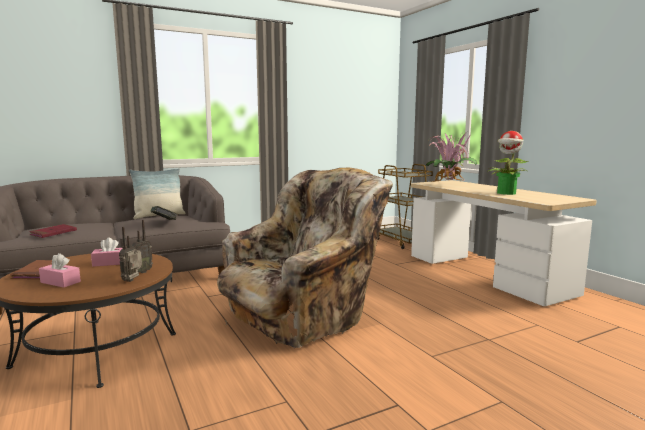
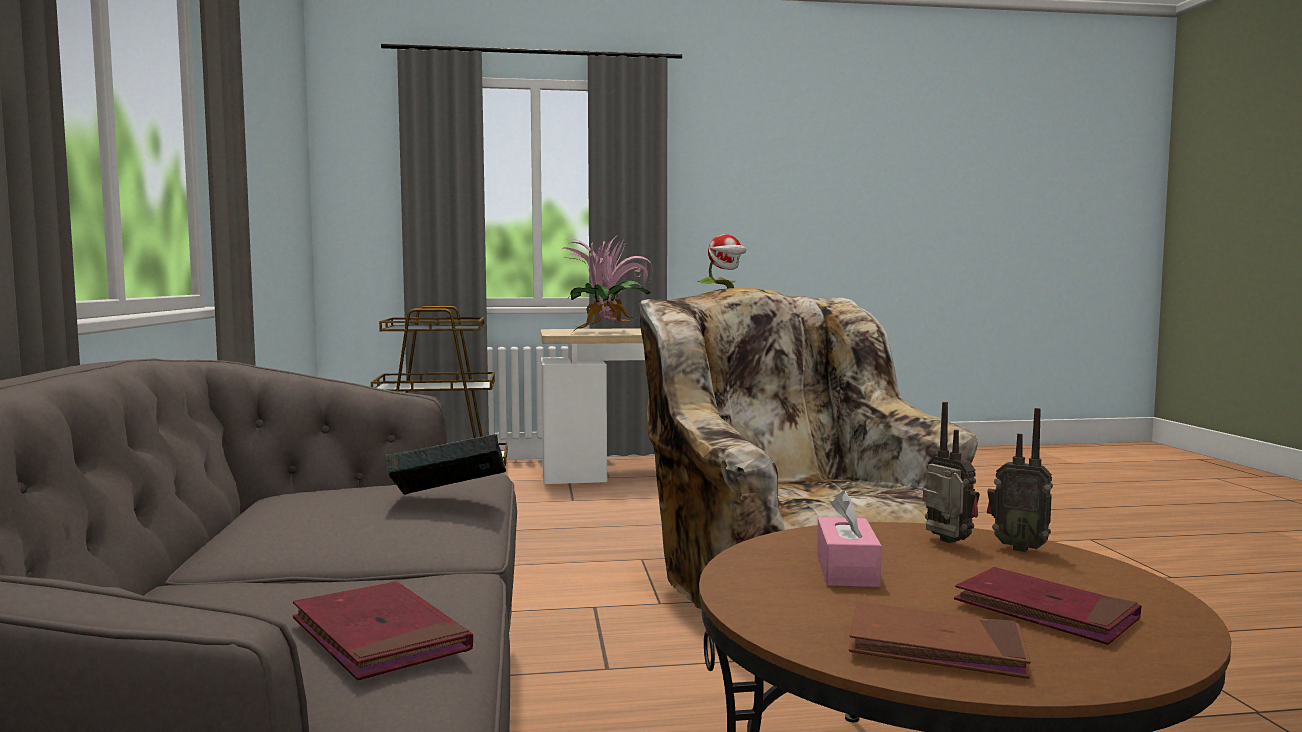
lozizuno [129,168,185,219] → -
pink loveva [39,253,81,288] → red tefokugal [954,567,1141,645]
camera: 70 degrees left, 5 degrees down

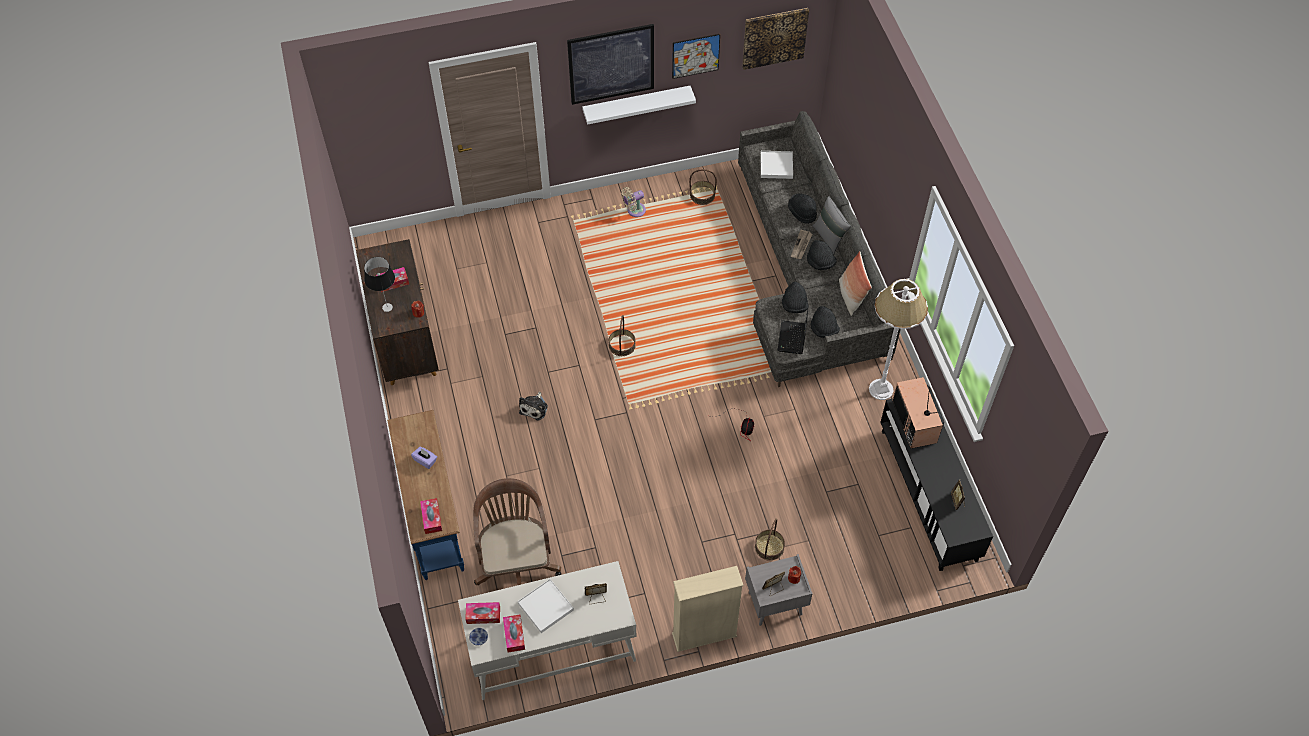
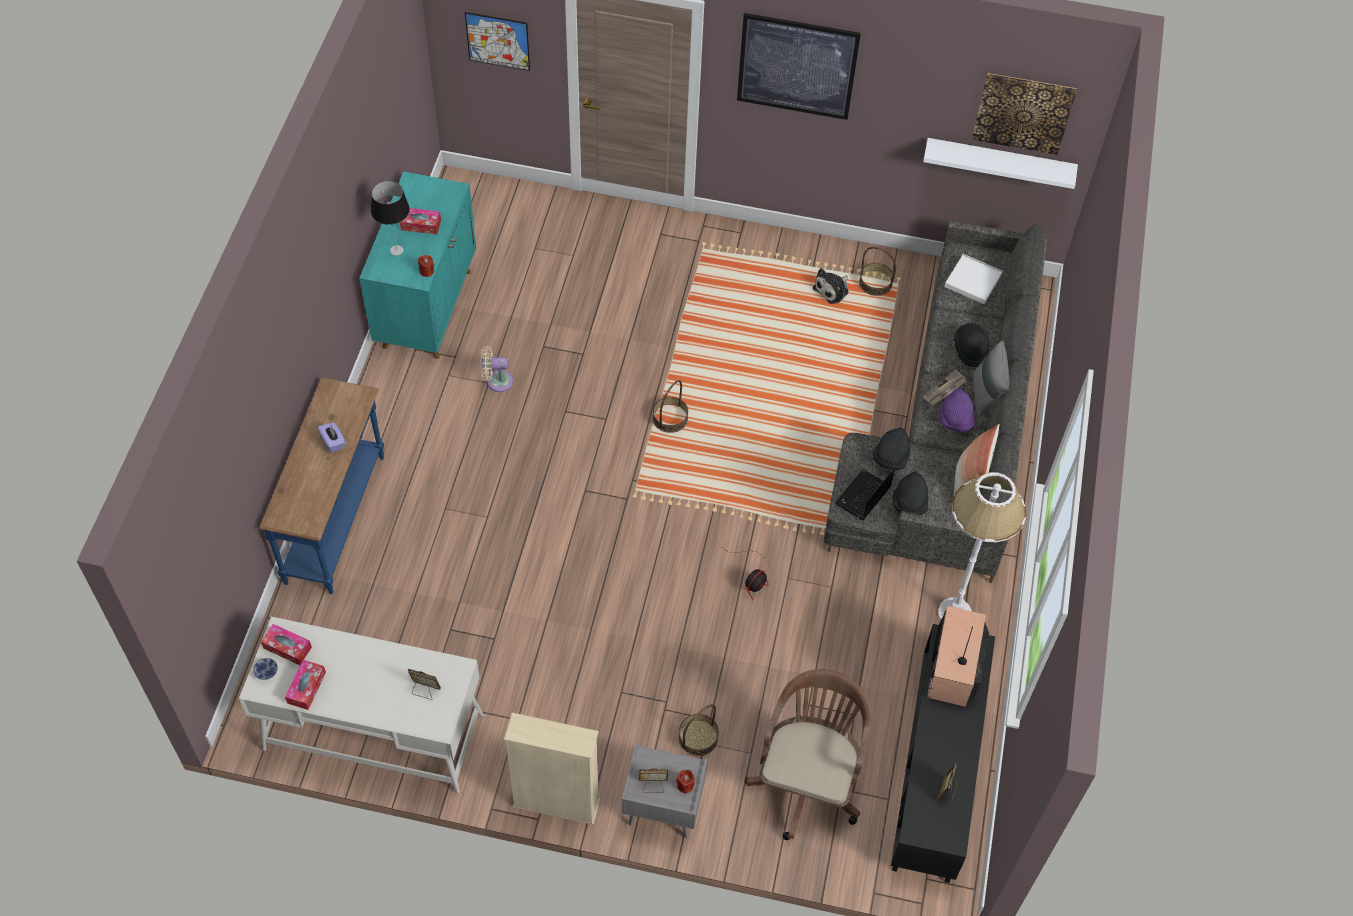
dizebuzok [672,34,720,79] → dizebuzok [465,12,530,71], shifted
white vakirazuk [582,86,696,125] → white vakirazuk [923,138,1078,189], shifted
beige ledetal [621,187,646,217] → beige ledetal [481,346,513,392], shifted
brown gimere [356,239,439,385] → turquoise gimere [359,172,476,359]
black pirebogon [807,240,837,270] → purple pirebogon [939,388,976,432]
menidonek [519,392,548,420] → menidonek [813,268,849,304], shifted
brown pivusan [473,478,561,585] → brown pivusan [745,669,871,840], shifted
loveva [420,498,442,534] → -
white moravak [517,579,574,633] → -
camera: 25 degrees right, 0 degrees up

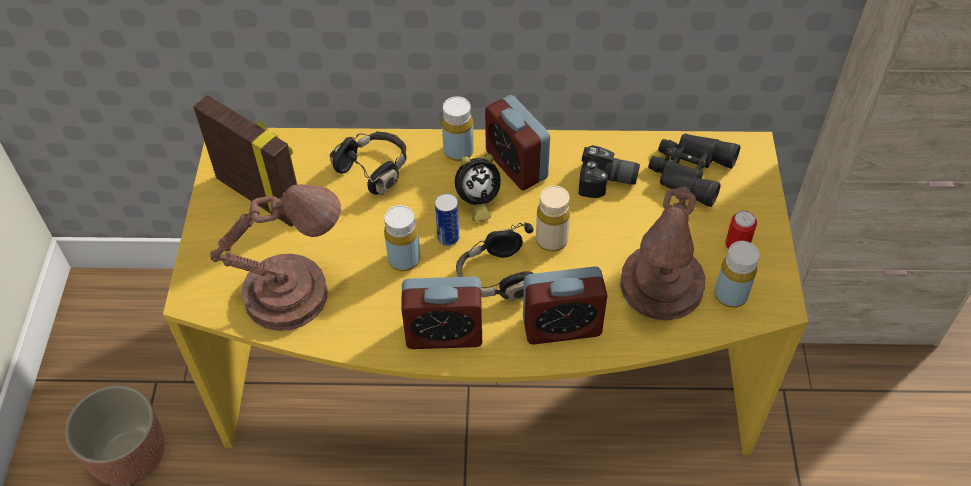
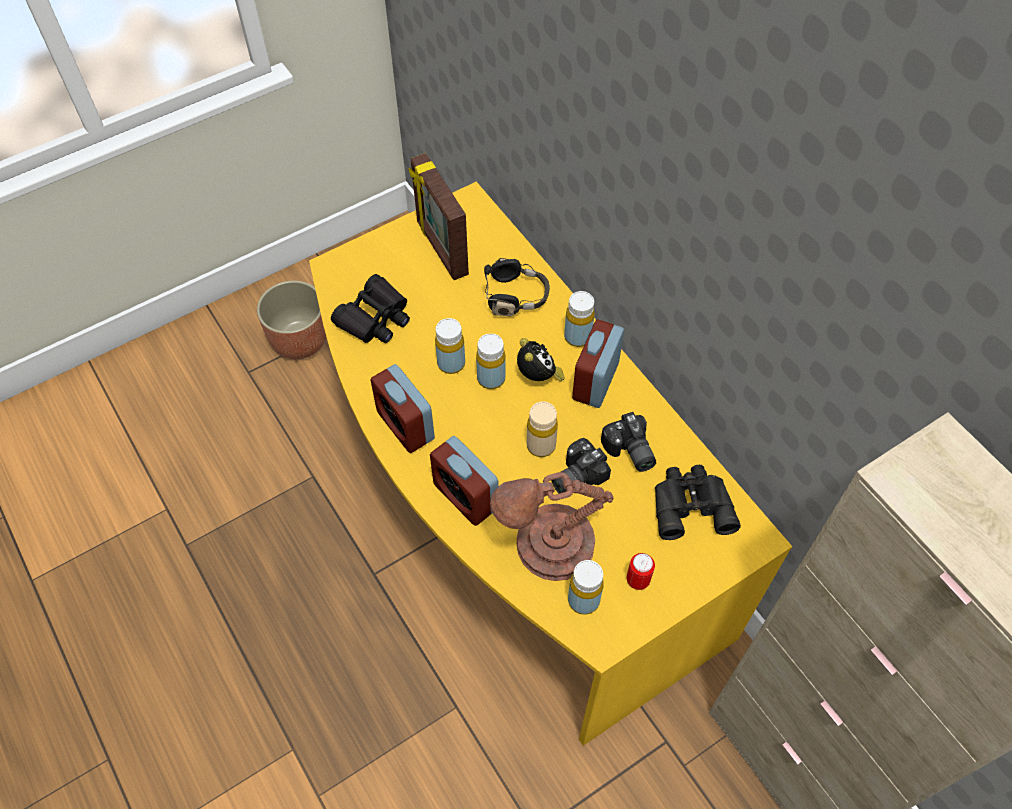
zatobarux [193,95,297,227] → zatobarux [409,153,469,280], 150 degrees clockwise
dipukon [455,154,501,222] → dipukon [517,338,565,382], 135 degrees counterclockwise
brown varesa [210,184,341,331] → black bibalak [331,274,410,343]
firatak [435,194,459,246] → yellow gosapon [476,333,505,389]
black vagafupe [456,222,534,301] → -
- → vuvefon [551,438,611,494]
camera: 55 degrees right, 5 degrees up

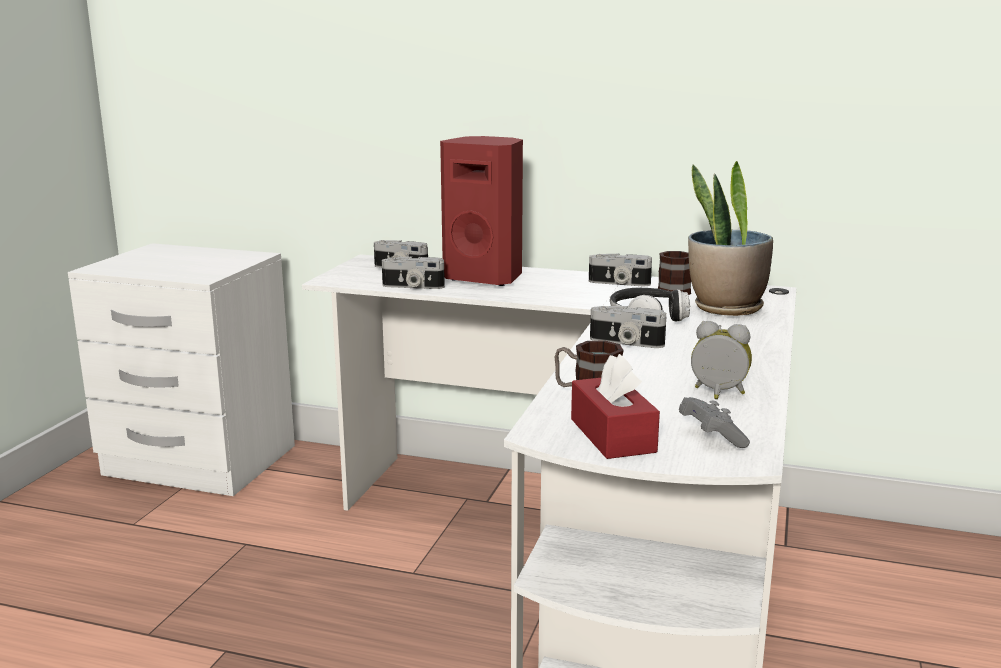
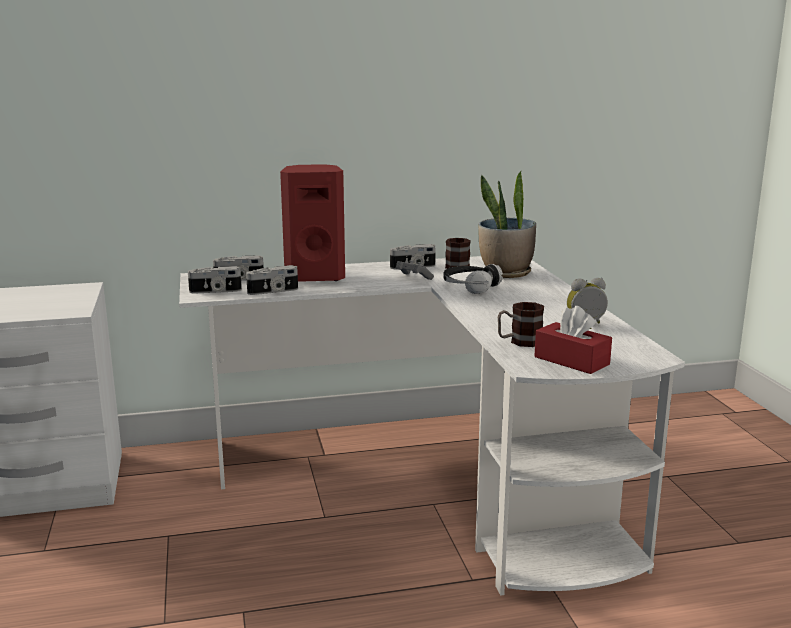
vuvefon [590,306,666,348] → vuvefon [188,266,242,294], shifted
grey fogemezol [679,397,750,448] → grey fogemezol [396,260,434,280], shifted
camera: 30 degrees left, 0 degrees up

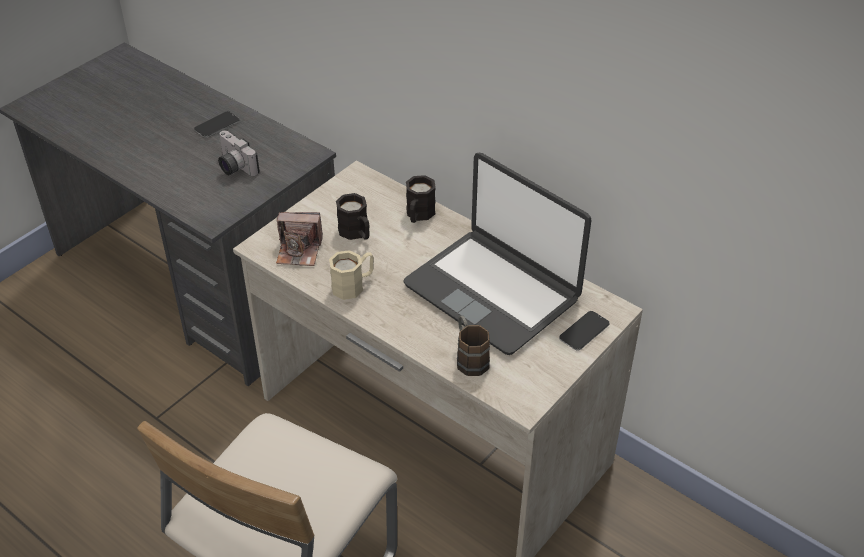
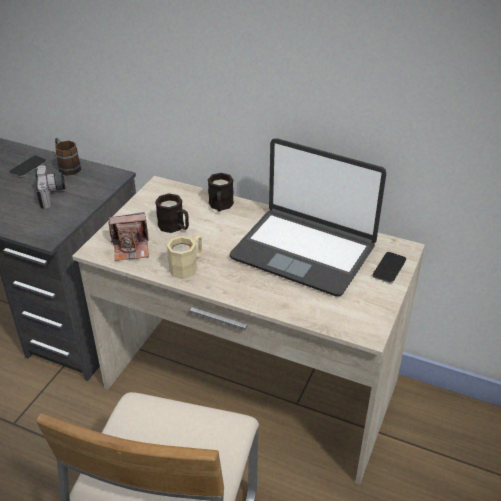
vuvefon [218,131,260,176] → vuvefon [35,165,65,208], 135 degrees counterclockwise
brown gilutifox [457,315,490,376] → brown gilutifox [55,138,81,176], shifted
camera: 15 degrees left, 5 degrees down

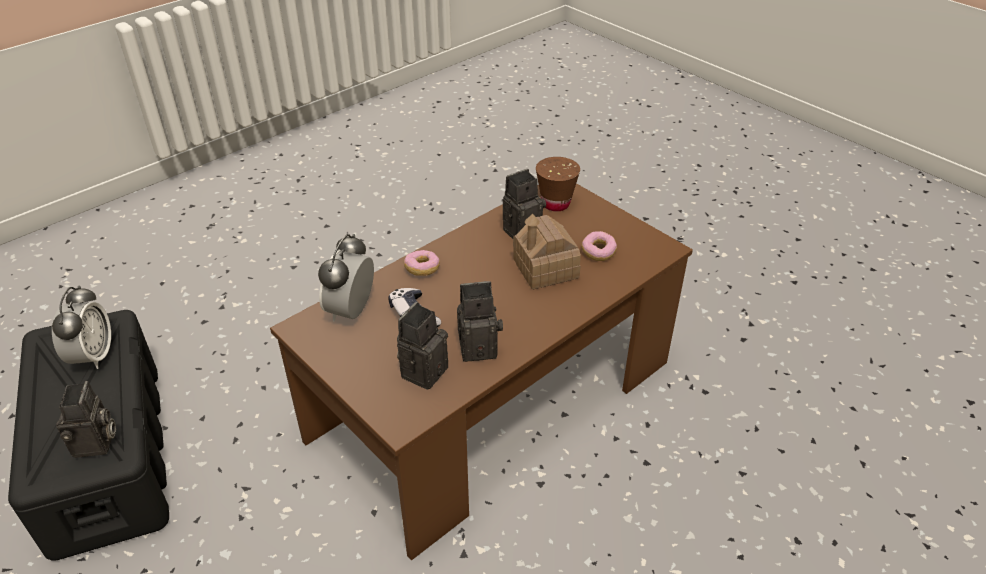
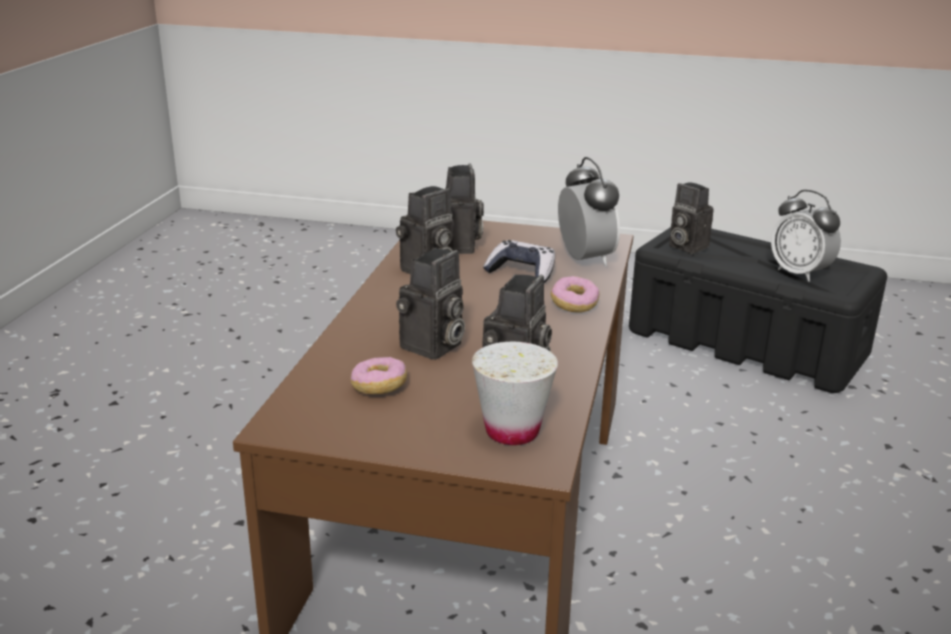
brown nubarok [536,157,580,211] → white nubarok [472,342,558,445]
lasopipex [513,214,581,290] → vuvefon [396,248,465,360]
camera: 145 degrees right, 15 degrees down

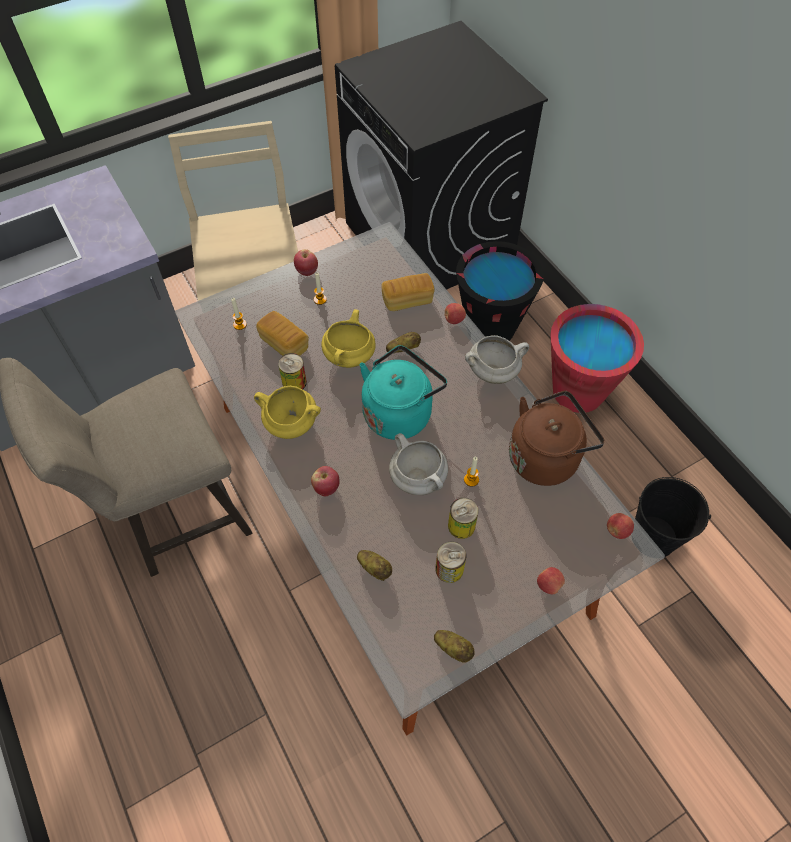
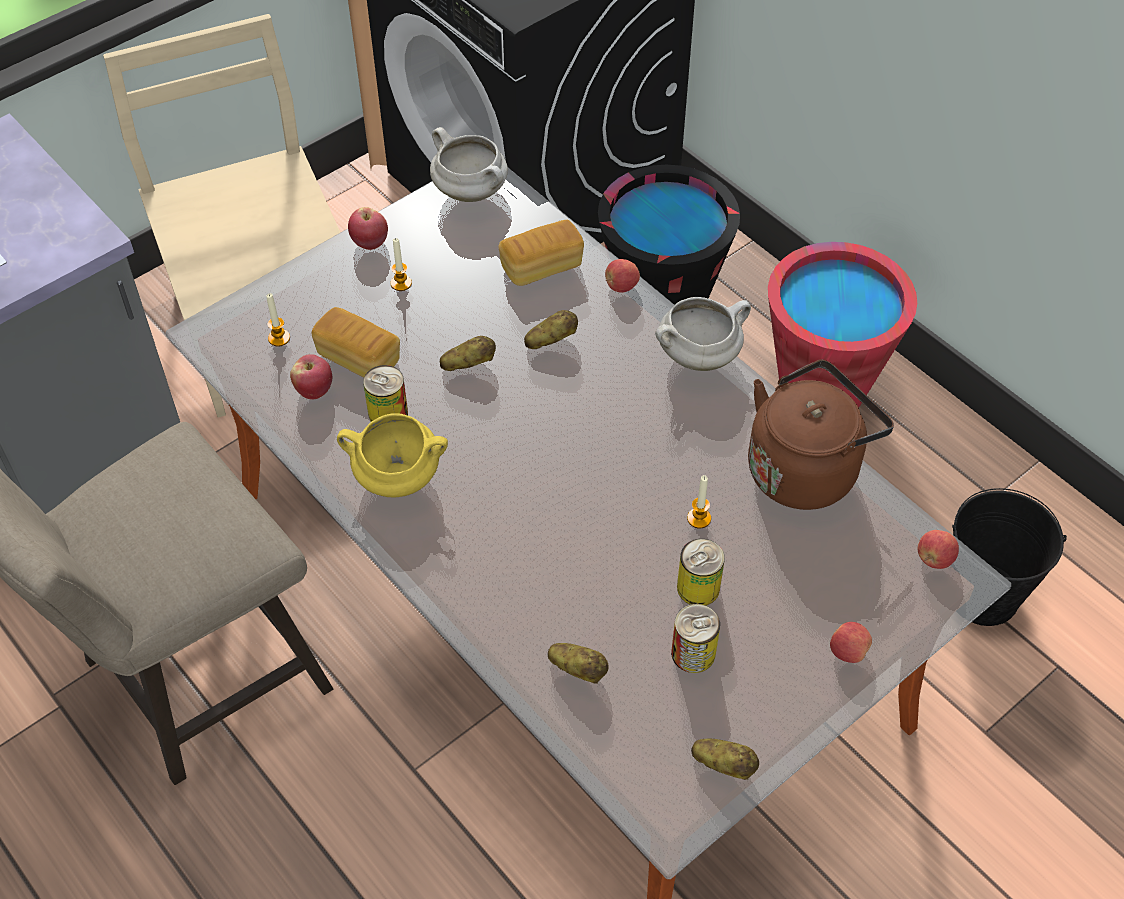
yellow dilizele [321,309,376,368] → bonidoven [439,336,496,371]
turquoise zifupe [359,345,447,440] → -
white dilizele [389,433,448,495] → white dilizele [430,127,508,202], shifted
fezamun [311,466,340,496] → fezamun [290,354,332,399], shifted
camera: 10 degrees left, 5 degrees down

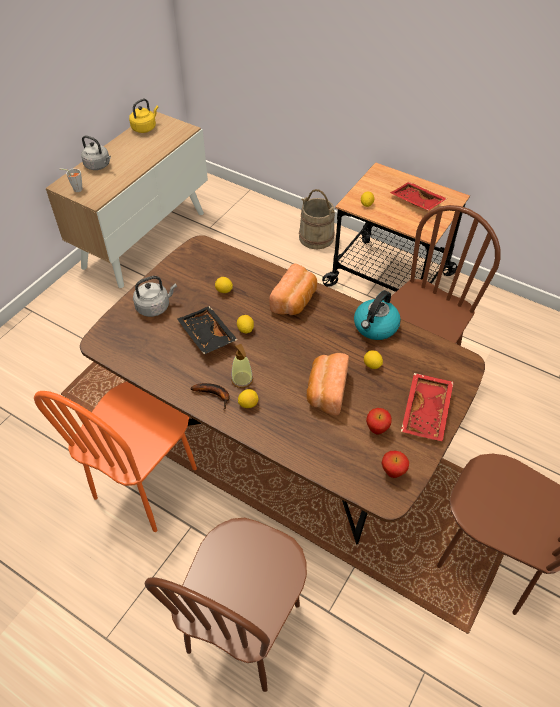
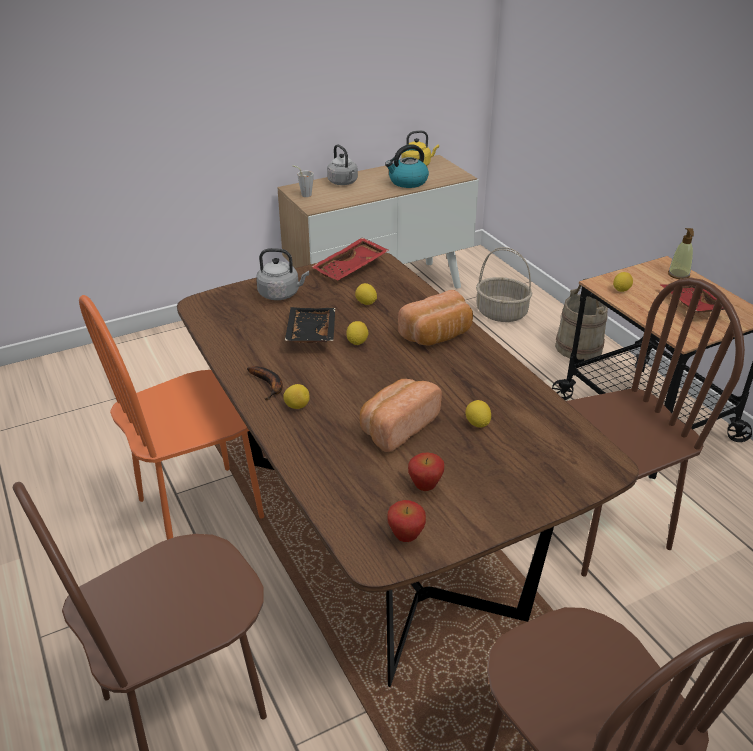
zifupe [354,290,401,340] → zifupe [385,144,429,188], shifted
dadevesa [231,344,253,388] → dadevesa [668,228,694,279], shifted
red moravak [401,373,454,441] → red moravak [312,238,389,280], shifted
- → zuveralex [476,247,532,322]
camera: 30 degrees right, 15 degrees down

